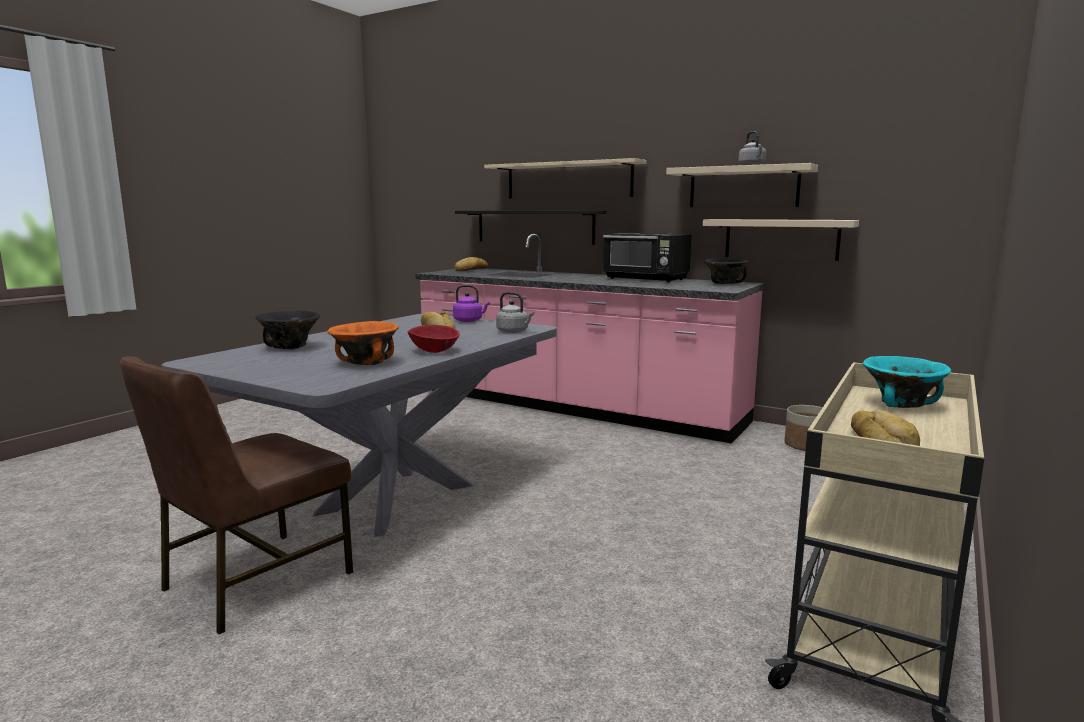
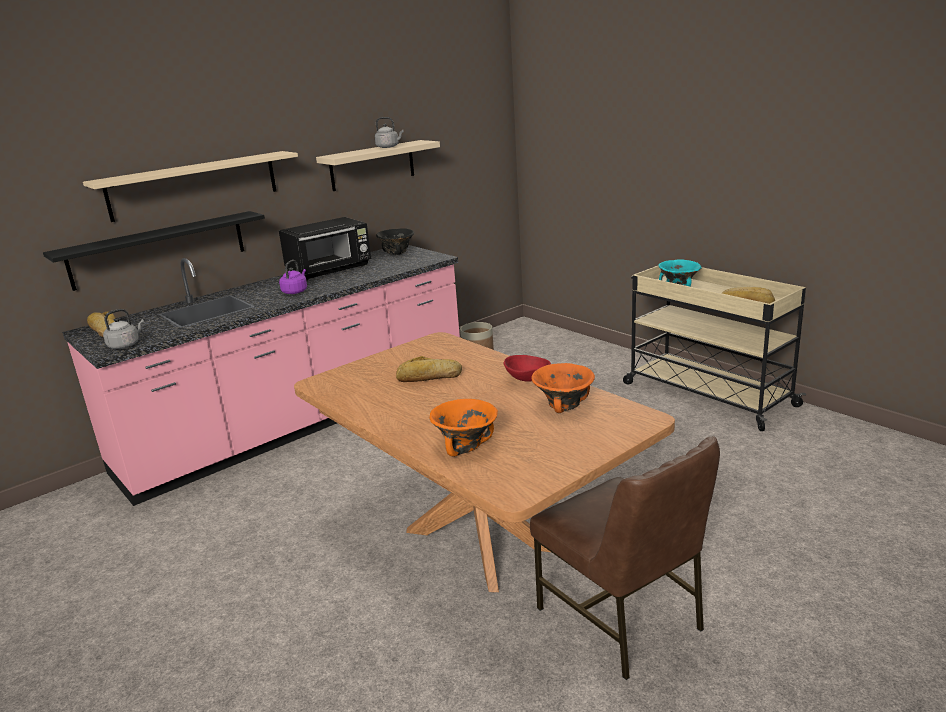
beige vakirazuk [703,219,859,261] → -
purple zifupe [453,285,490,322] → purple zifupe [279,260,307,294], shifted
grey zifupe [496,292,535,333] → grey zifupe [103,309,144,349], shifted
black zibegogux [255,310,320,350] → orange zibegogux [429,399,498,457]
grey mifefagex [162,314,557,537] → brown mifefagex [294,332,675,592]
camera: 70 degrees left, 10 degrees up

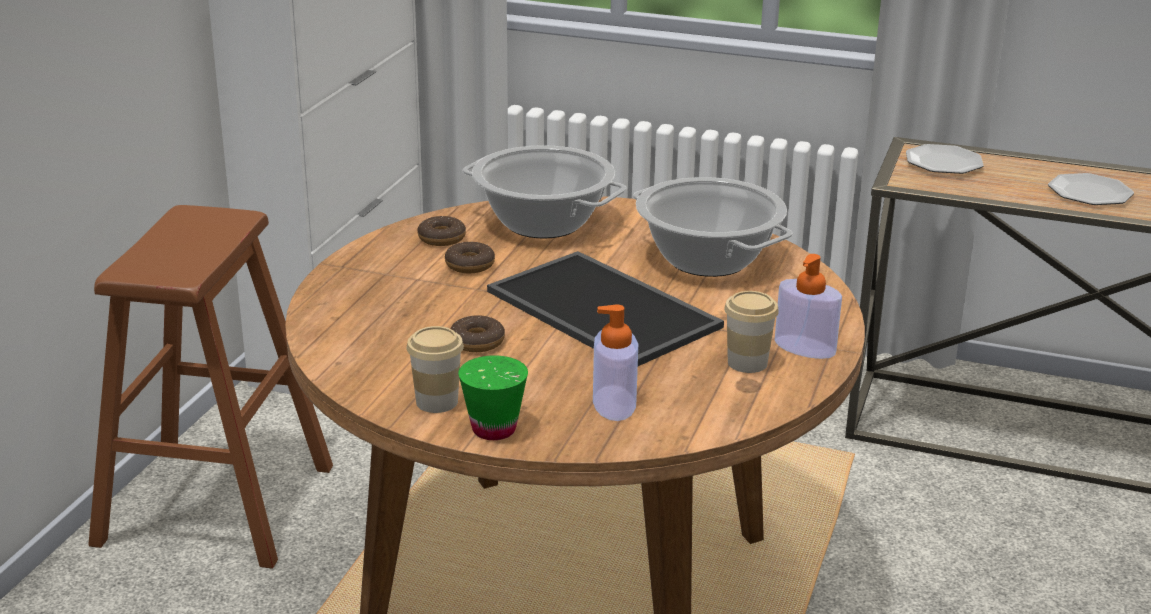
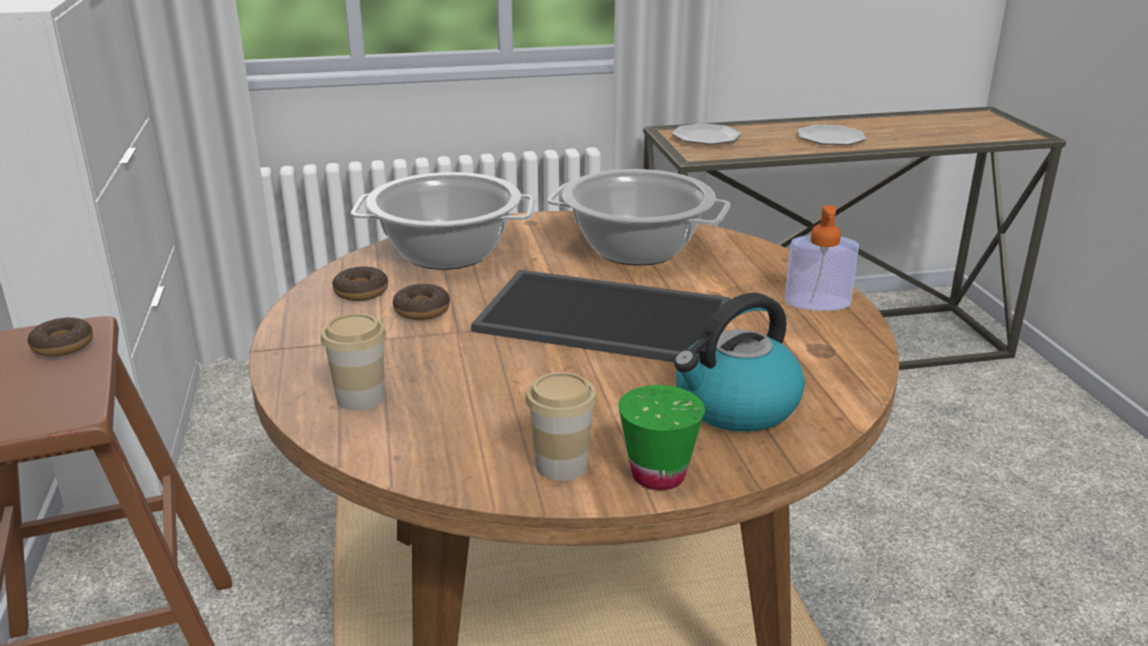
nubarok [724,291,779,373] → nubarok [321,313,386,411], shifted
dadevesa [593,304,638,421] → zifupe [674,293,805,432]
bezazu [450,315,505,352] → bezazu [28,317,93,357], shifted
camera: 30 degrees left, 0 degrees up

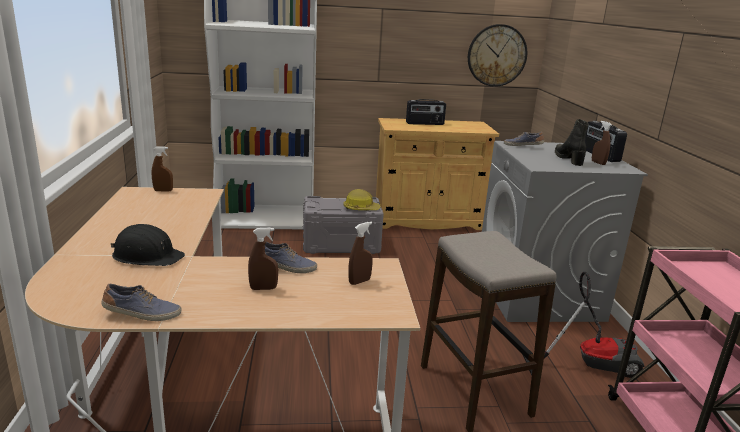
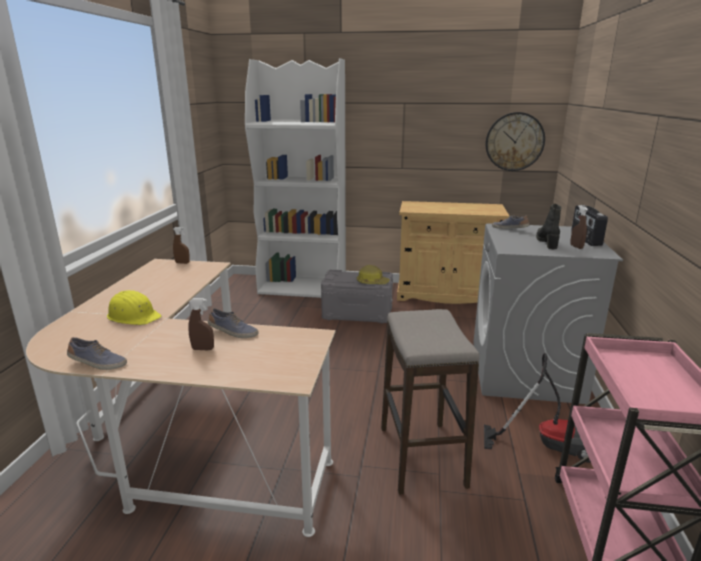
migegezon [406,99,446,125] → -
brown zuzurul [348,222,373,285] → -
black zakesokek [111,224,185,266] → yellow zakesokek [107,290,162,325]
camera: 15 degrees right, 0 degrees up

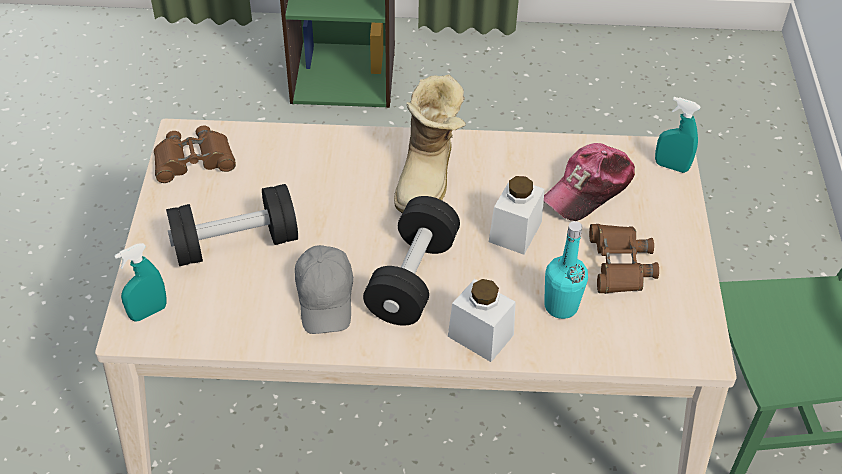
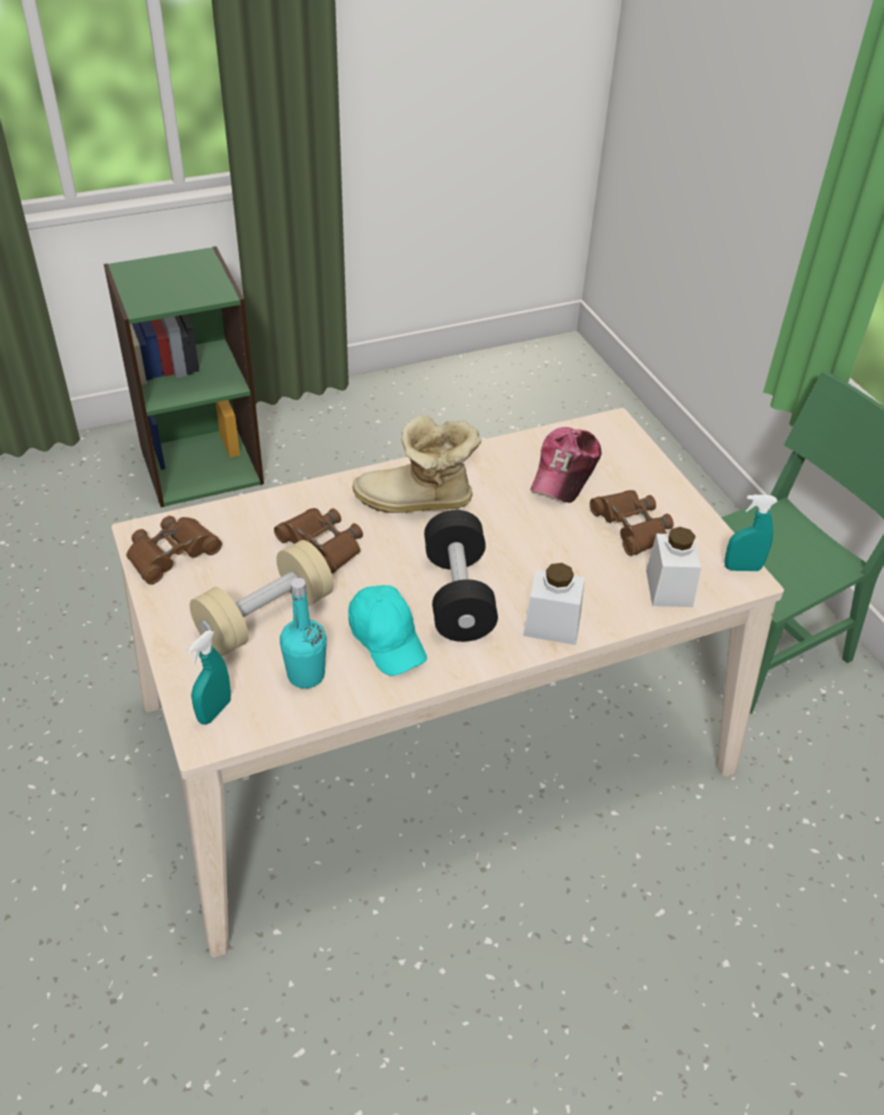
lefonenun [394,75,466,213] → lefonenun [353,415,481,513], 105 degrees clockwise
turquoise zuzurul [655,97,700,173] → turquoise zuzurul [724,495,778,571], shifted
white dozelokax [489,176,545,255] → white dozelokax [646,527,701,607], shifted
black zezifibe [166,184,298,266] → beige zezifibe [190,540,334,656]
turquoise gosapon [544,221,588,319] → turquoise gosapon [280,578,327,688], shifted
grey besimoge [295,245,353,334] → turquoise besimoge [348,585,427,676]
- → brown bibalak [274,508,363,574]
camera: 25 degrees left, 5 degrees down

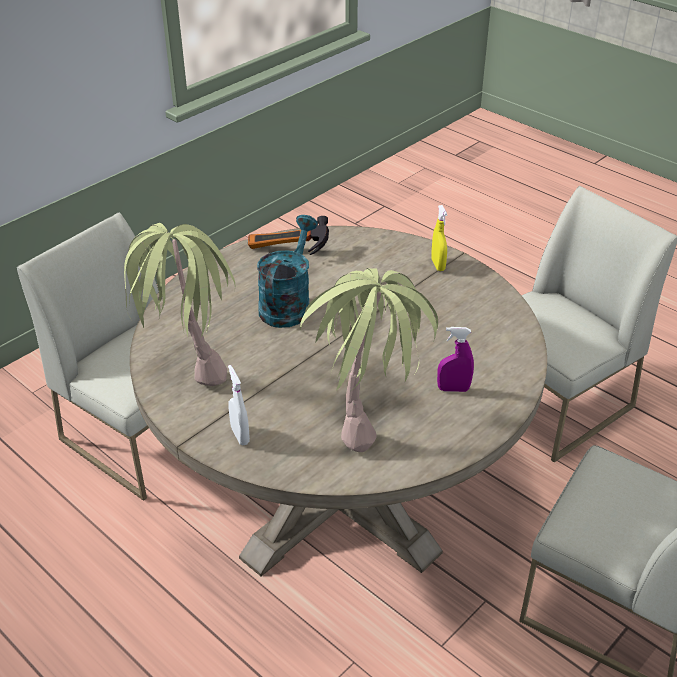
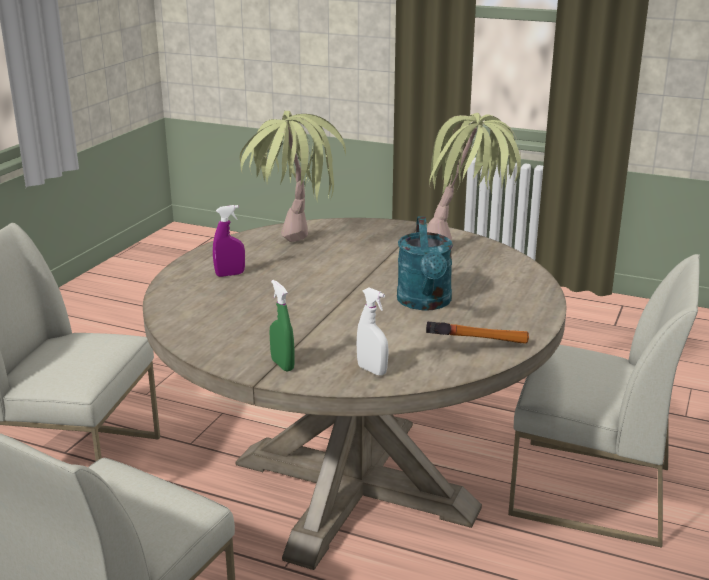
yellow zuzurul [431,205,447,271] → green zuzurul [269,280,295,372]
white zuzurul [228,365,250,445] → white zuzurul [357,288,388,376], shifted
camera: 160 degrees right, 15 degrees down

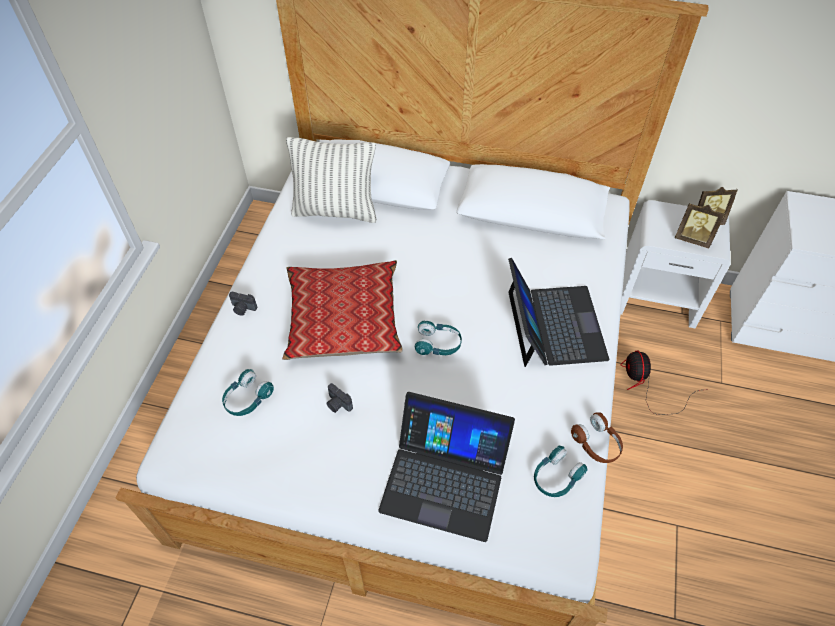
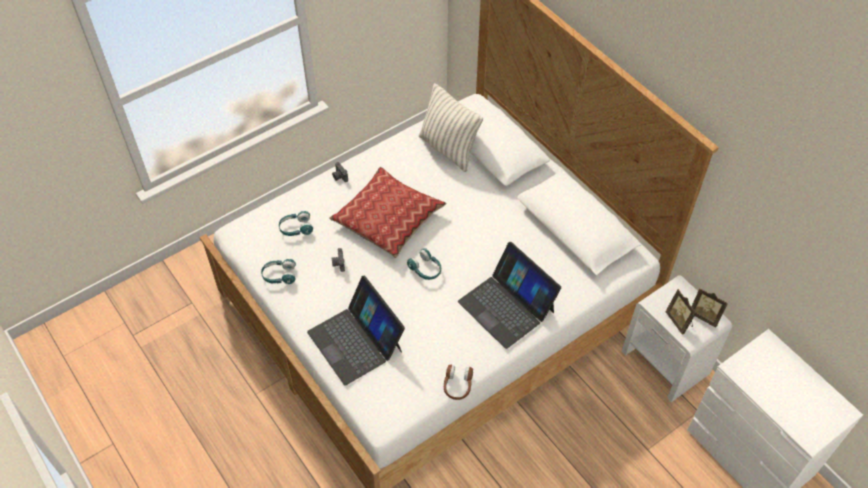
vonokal [508,258,609,367] → vonokal [458,242,561,349], 105 degrees clockwise
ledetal [621,350,700,415] → -
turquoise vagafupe [534,446,588,497] → turquoise vagafupe [261,259,296,284], shifted
camera: 40 degrees right, 0 degrees up

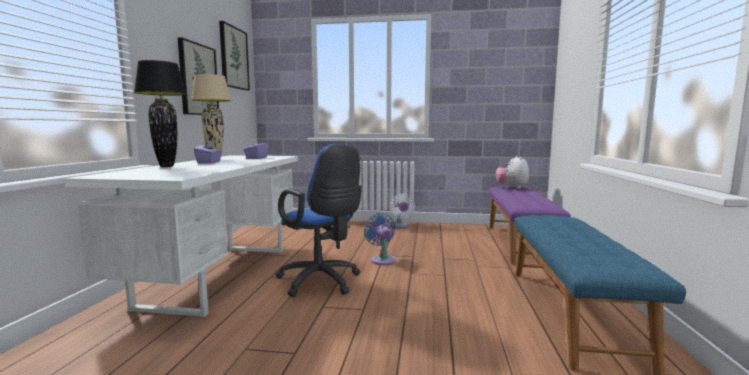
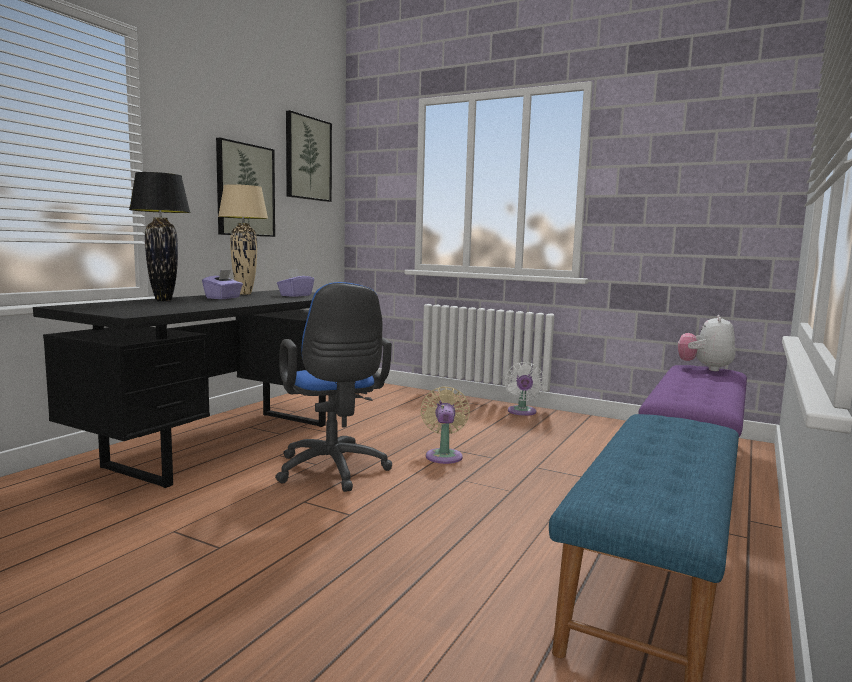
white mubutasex [64,155,298,317] → black mubutasex [33,290,326,488]
blue ledetal [364,213,396,265] → beige ledetal [421,386,470,464]
camera: 20 degrees right, 0 degrees up

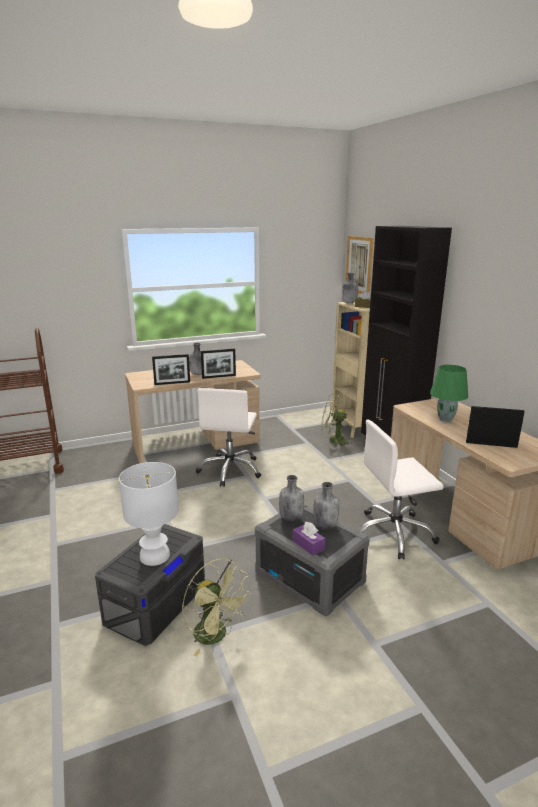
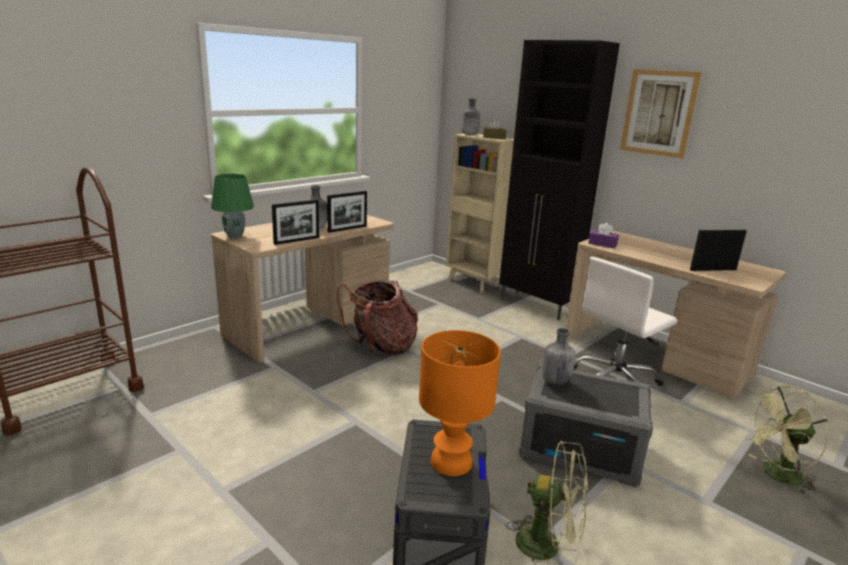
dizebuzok [345,236,374,294] → dizebuzok [620,69,702,158], shifted
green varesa [430,365,468,422] → green varesa [211,174,254,238], shifted
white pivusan [196,388,261,487] → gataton [337,279,418,355]
green ledetal [321,394,352,447] → green ledetal [745,385,828,494], shifted
white varesa [119,462,179,566] → orange varesa [419,330,501,476]
grey gosapon [313,482,339,529] → -
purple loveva [293,522,325,556] → purple loveva [588,223,619,248], shifted
camera: 25 degrees left, 0 degrees up

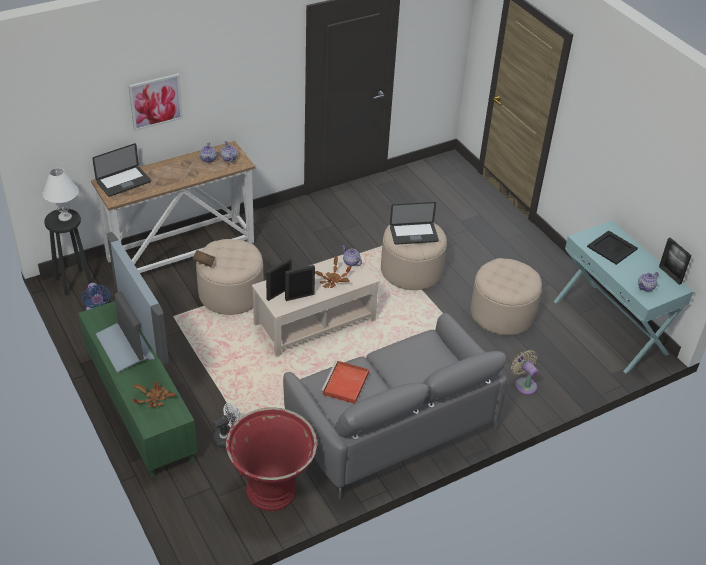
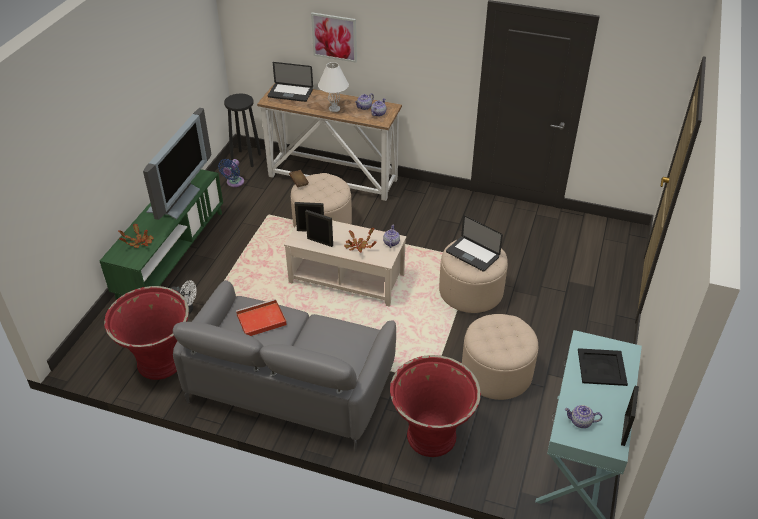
white varesa [42,168,79,221] → white varesa [318,62,349,112], shifted
beige ledetal [511,350,538,395] → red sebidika [390,355,481,457]
camera: 50 degrees right, 0 degrees up

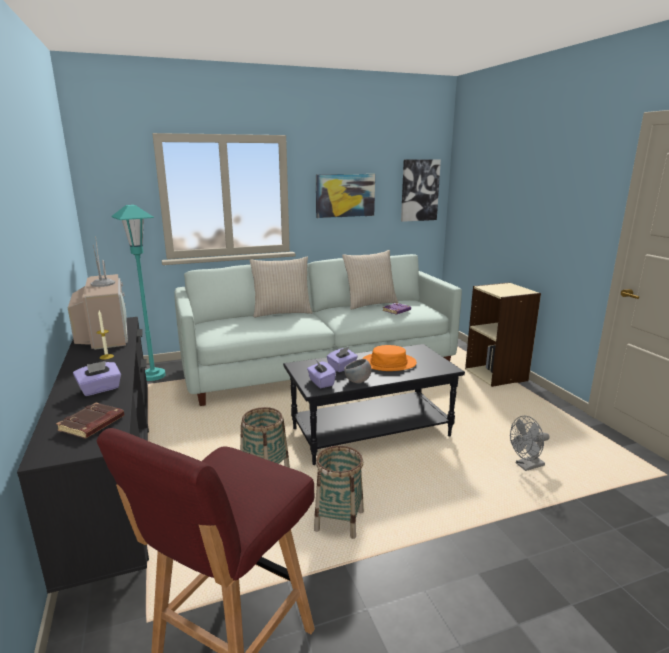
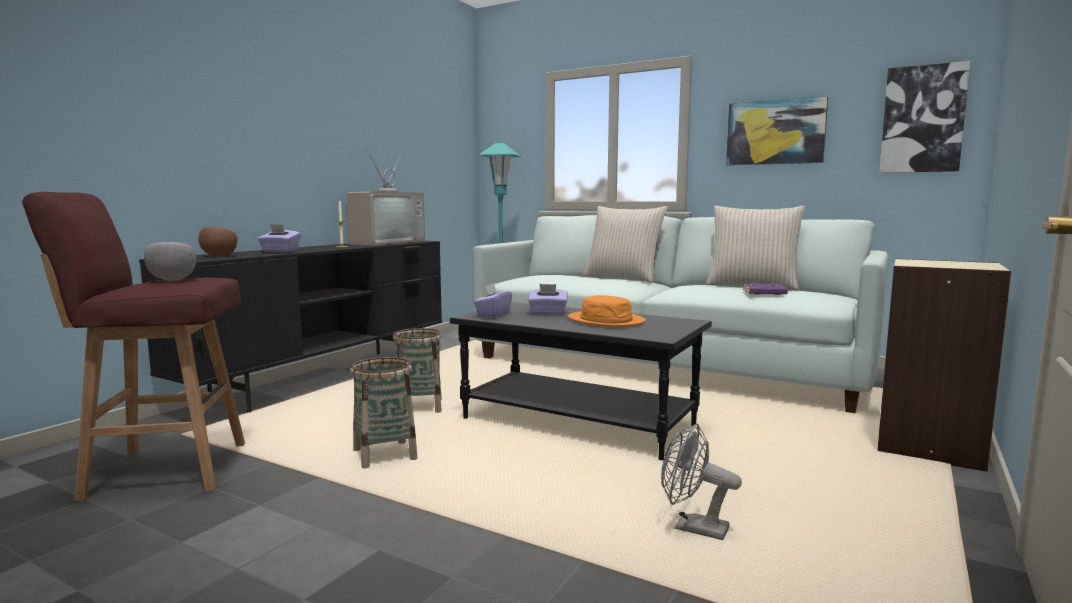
grey zibegogux [344,359,371,383] → grey zibegogux [144,242,196,281], shifted
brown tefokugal [56,403,124,438] → brown zibegogux [198,227,238,257]
camera: 50 degrees right, 10 degrees down

